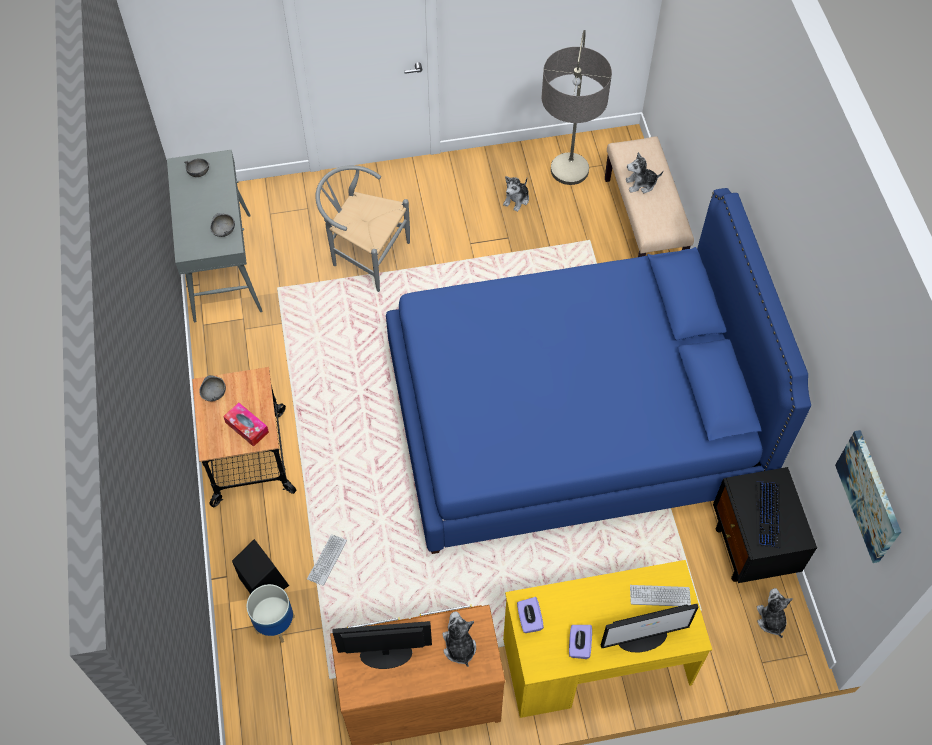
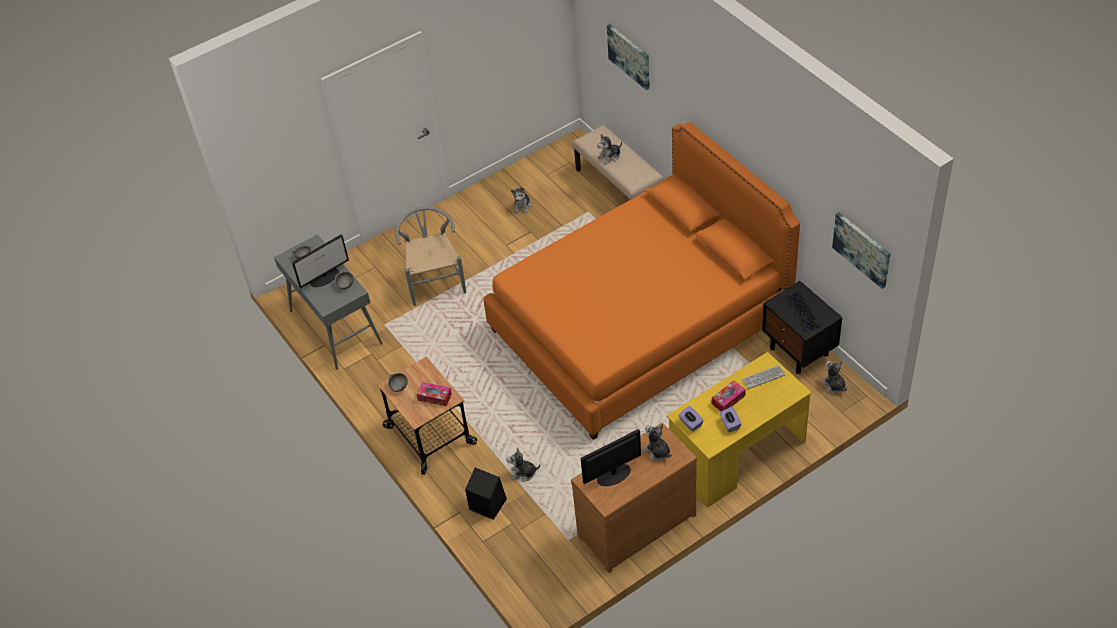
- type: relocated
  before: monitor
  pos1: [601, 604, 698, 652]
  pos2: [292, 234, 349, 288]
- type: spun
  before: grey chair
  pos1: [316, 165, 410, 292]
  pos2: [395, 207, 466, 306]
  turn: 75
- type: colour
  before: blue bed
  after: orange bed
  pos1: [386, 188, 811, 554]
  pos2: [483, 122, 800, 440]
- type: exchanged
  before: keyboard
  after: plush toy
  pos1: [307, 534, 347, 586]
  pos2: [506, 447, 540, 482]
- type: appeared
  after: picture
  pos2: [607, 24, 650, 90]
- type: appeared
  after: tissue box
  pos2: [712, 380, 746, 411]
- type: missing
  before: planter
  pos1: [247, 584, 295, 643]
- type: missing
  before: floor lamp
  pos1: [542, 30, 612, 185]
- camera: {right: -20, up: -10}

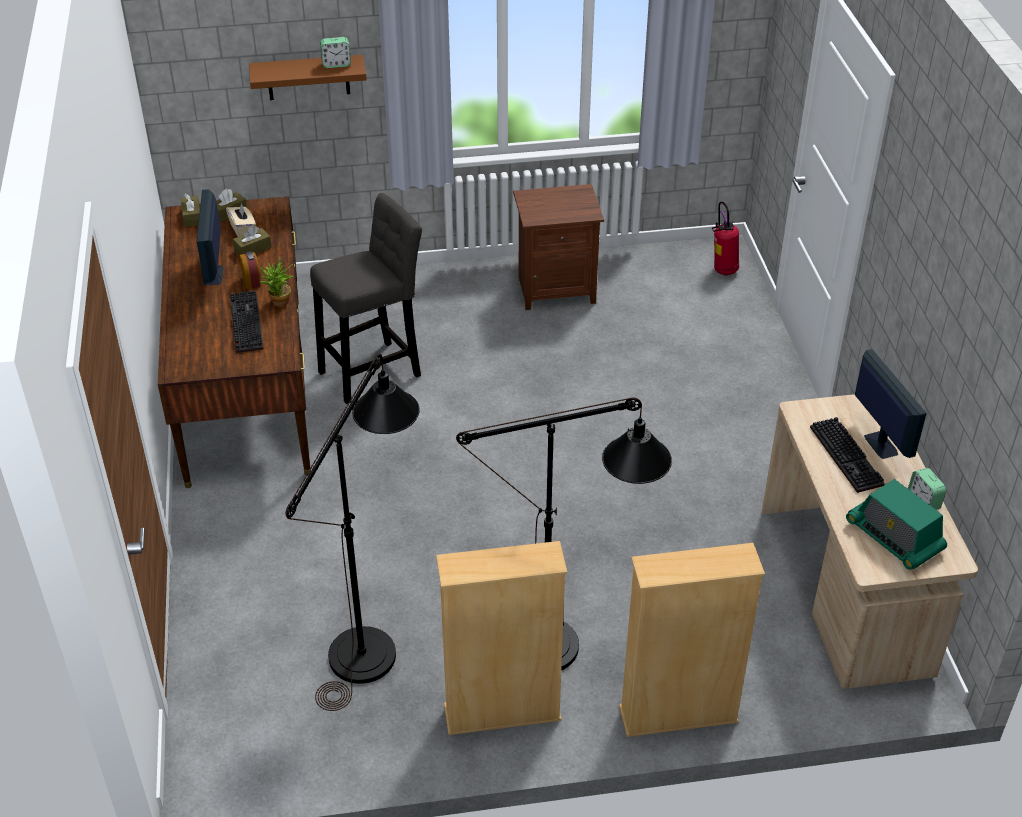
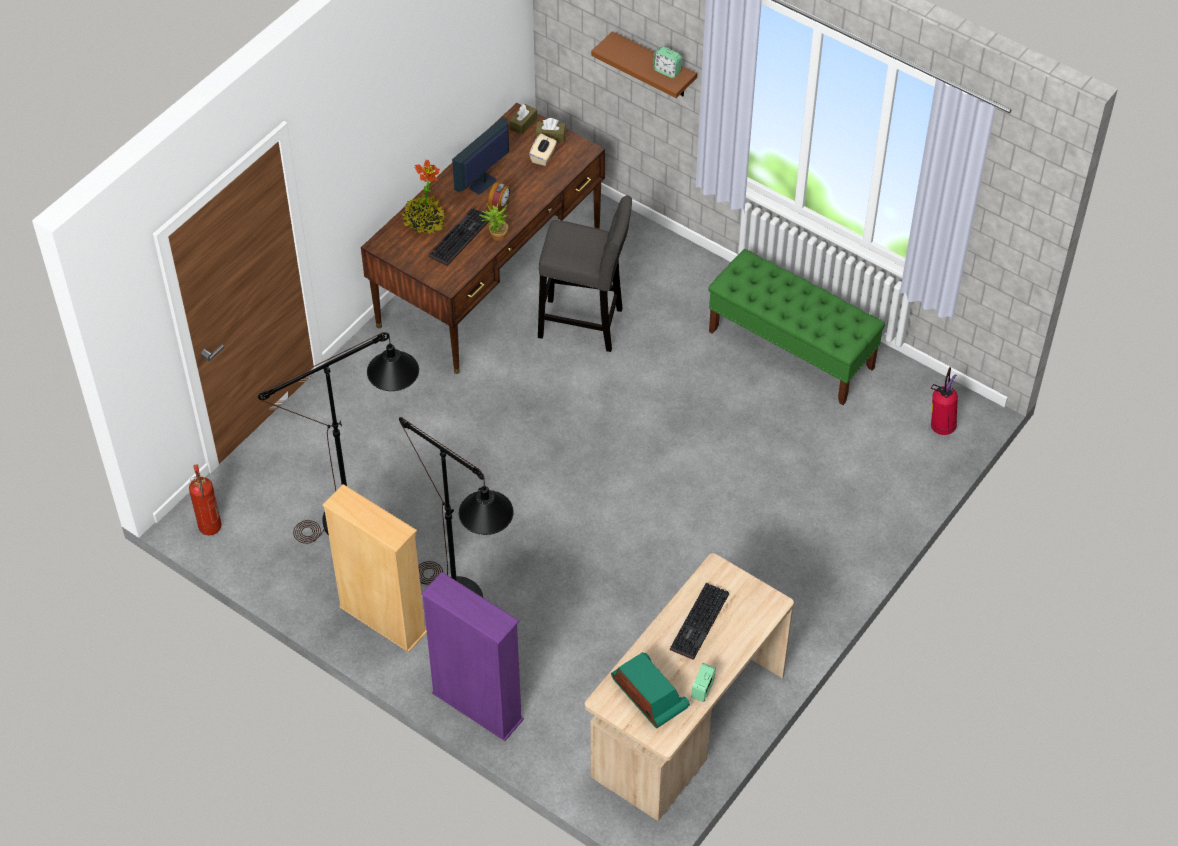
- type: appeared
  after: fire extinguisher
  pos2: [189, 464, 222, 535]
- type: appeared
  after: potted plant
  pos2: [402, 160, 446, 235]
- type: colour
  before: beige bookcase
  after: purple bookcase
  pos1: [619, 543, 765, 737]
  pos2: [421, 572, 524, 741]
- type: spun
  before: radio
  pos1: [846, 479, 947, 570]
  pos2: [611, 652, 690, 728]
  turn: 135
- type: exchanged
  before: brown nightstand
  after: green bench
  pos1: [513, 184, 604, 310]
  pos2: [708, 249, 885, 405]
- type: missing
  before: brown tissue box
  pos1: [233, 226, 272, 255]
- type: missing
  before: monitor
  pos1: [855, 349, 927, 459]
- camera: {right: 45, up: 10}

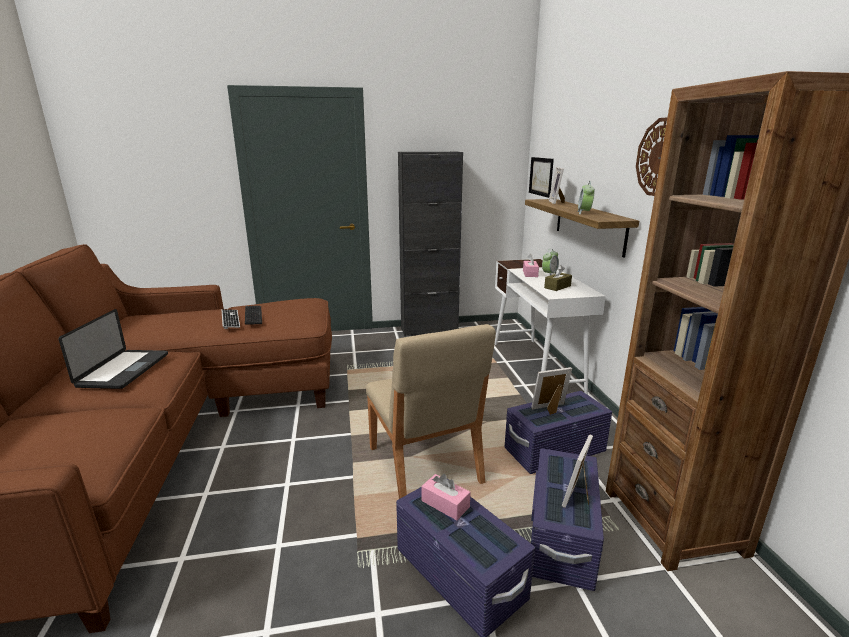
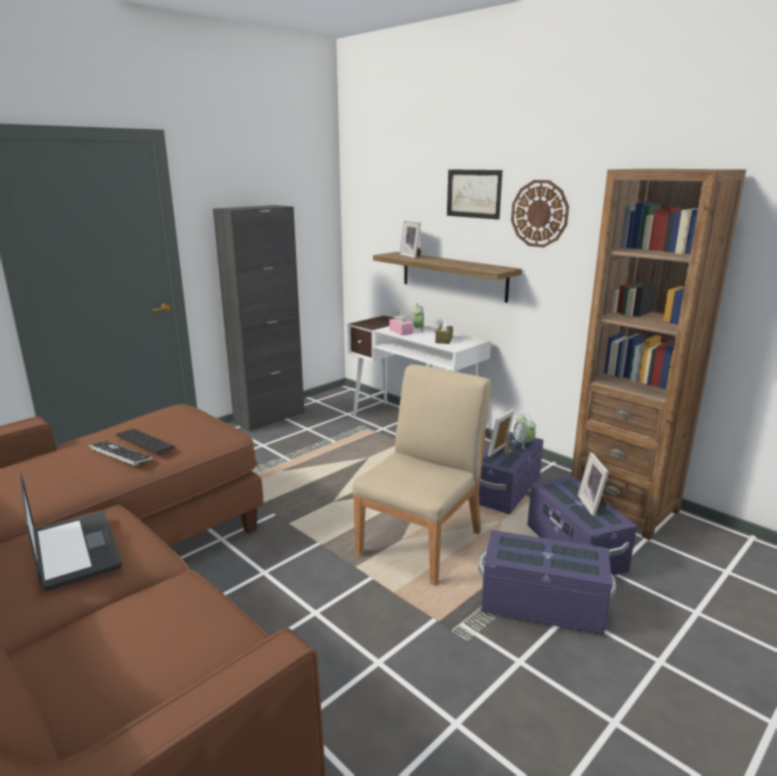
- type: spun
  before: beige chair
  pos1: [366, 324, 496, 499]
  pos2: [352, 364, 492, 586]
  turn: -90
- type: relocated
  before: picture
  pos1: [529, 157, 554, 198]
  pos2: [447, 169, 503, 220]
- type: relocated
  before: alarm clock
  pos1: [577, 181, 595, 214]
  pos2: [513, 413, 536, 449]
- type: missing
  before: pink tissue box
  pos1: [422, 474, 471, 520]
- camera: {right: -35, up: 0}

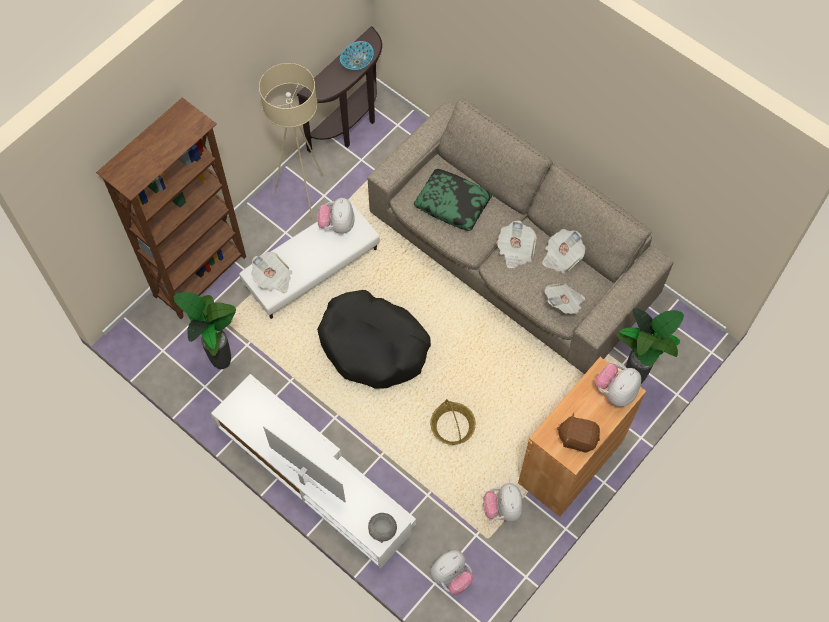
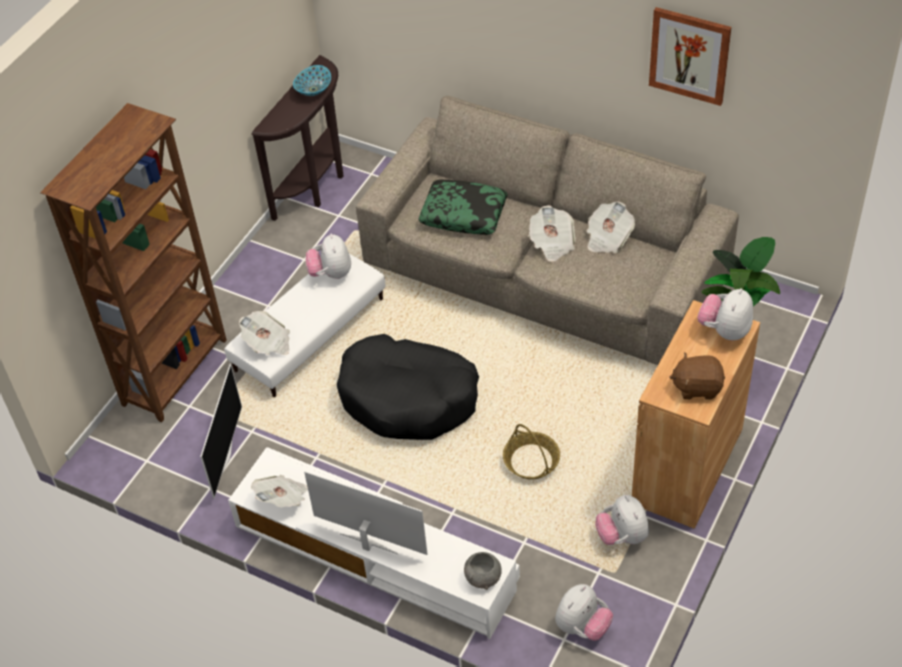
- type: exchanged
  before: potted plant
  after: television
  pos1: [174, 292, 236, 369]
  pos2: [200, 364, 242, 499]
- type: relocated
  before: newspaper
  pos1: [545, 284, 585, 314]
  pos2: [251, 475, 308, 507]
- type: appeared
  after: picture
  pos2: [649, 7, 732, 106]
- type: missing
  before: beige floor lamp
  pos1: [259, 63, 324, 221]
- camera: {right: -10, up: -15}

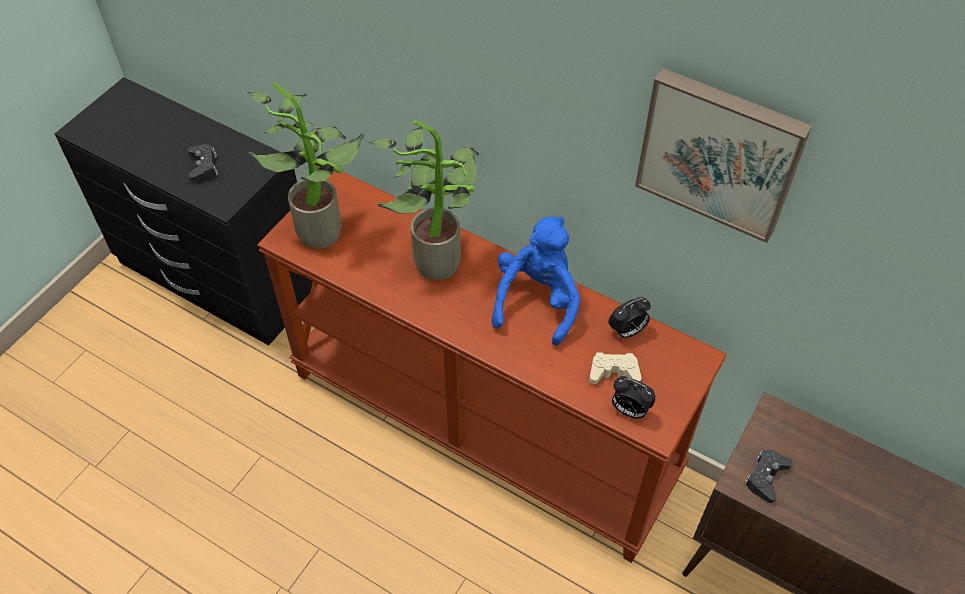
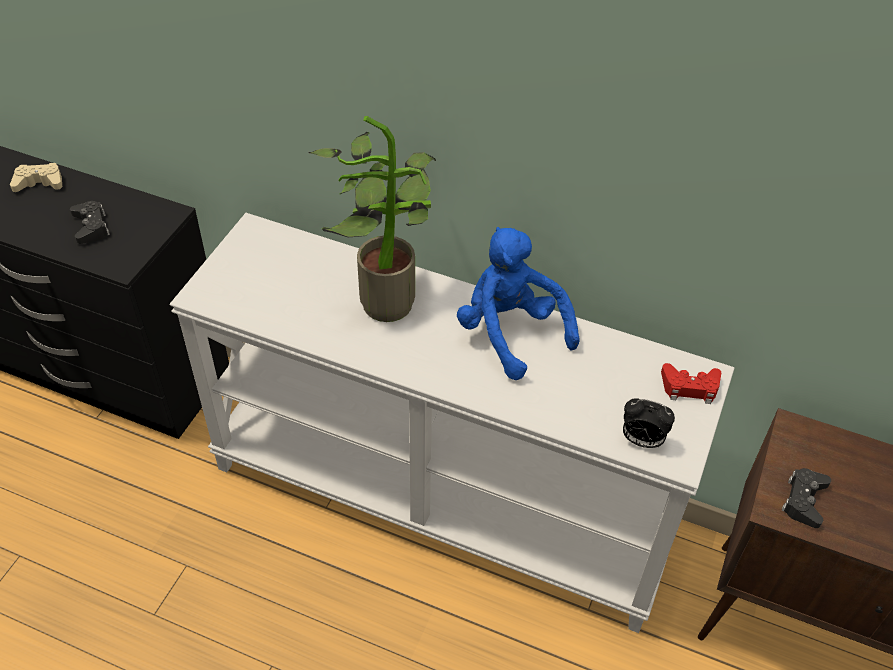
- type: relocated
  before: beige game controller
  pos1: [589, 353, 642, 384]
  pos2: [10, 163, 62, 192]
- type: colour
  before: brown console table
  after: white console table
  pos1: [257, 171, 727, 563]
  pos2: [170, 213, 735, 633]
- type: spun
  before: blue plush toy
  pos1: [492, 216, 580, 346]
  pos2: [457, 227, 580, 380]
  turn: -45
- type: appeared
  after: red game controller
  pos2: [661, 363, 721, 404]
- type: missing
  before: potted plant
  pos1: [247, 83, 365, 249]
- type: missing
  before: alarm clock
  pos1: [608, 297, 651, 338]
- type: missing
  before: picture
  pos1: [635, 68, 812, 243]
- camera: {right: -10, up: -5}

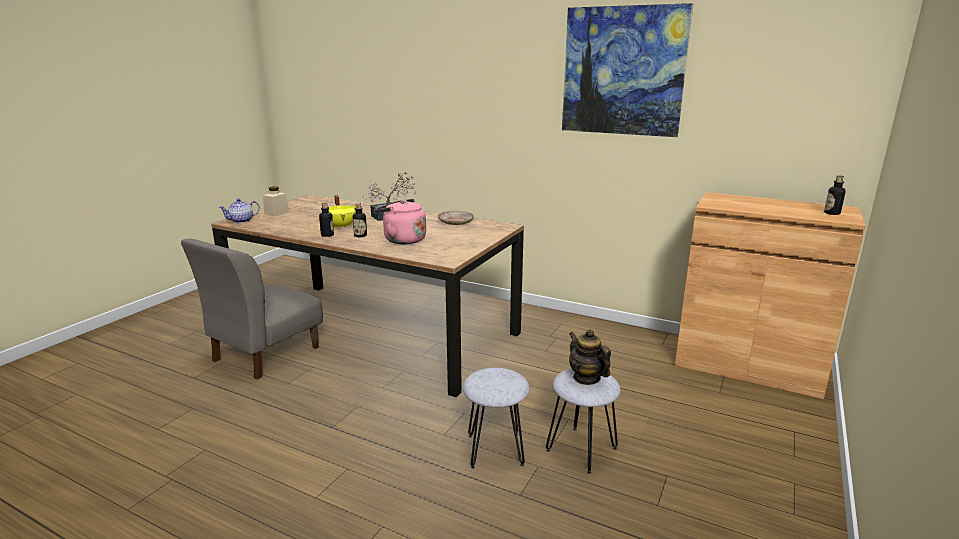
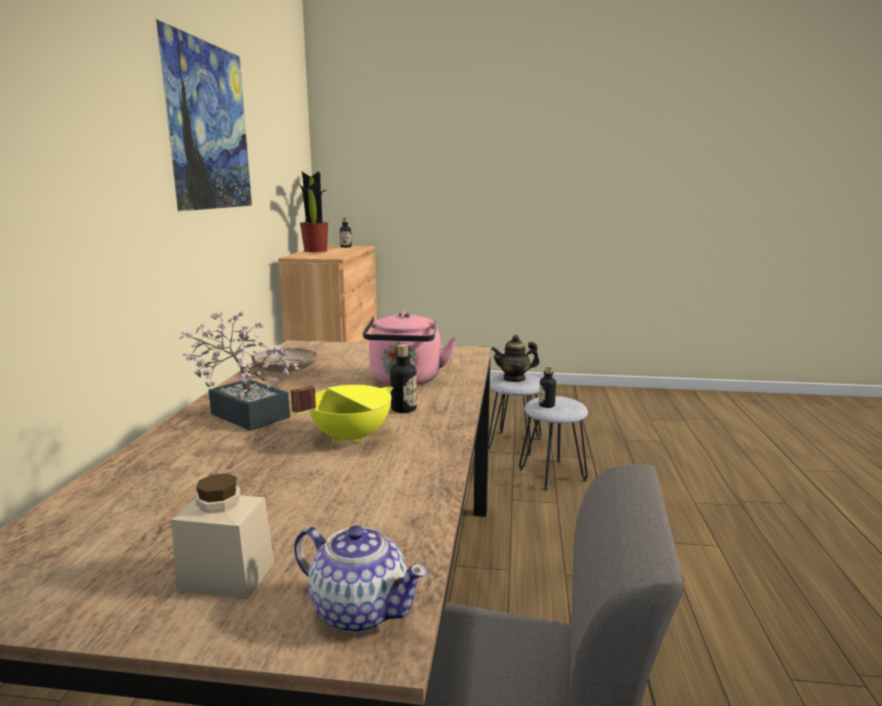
- type: appeared
  after: potted plant
  pos2: [300, 171, 329, 252]
- type: spun
  before: teapot
  pos1: [569, 329, 611, 385]
  pos2: [491, 335, 540, 382]
  turn: 45
- type: relocated
  before: bottle
  pos1: [319, 202, 334, 237]
  pos2: [539, 365, 556, 408]
- camera: {right: -110, up: -5}

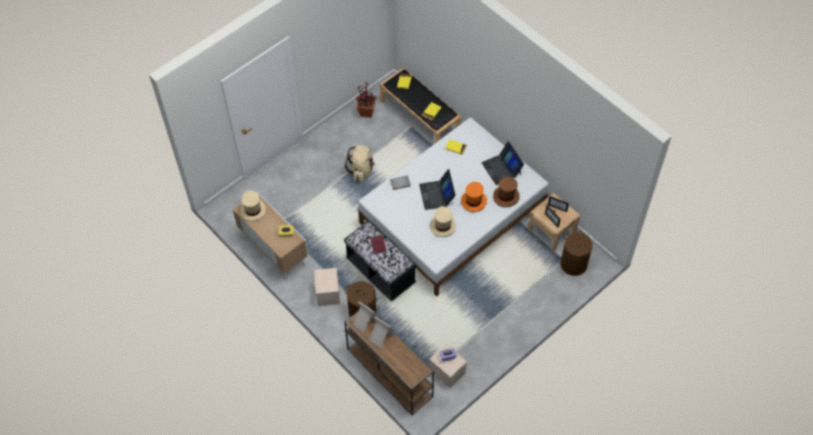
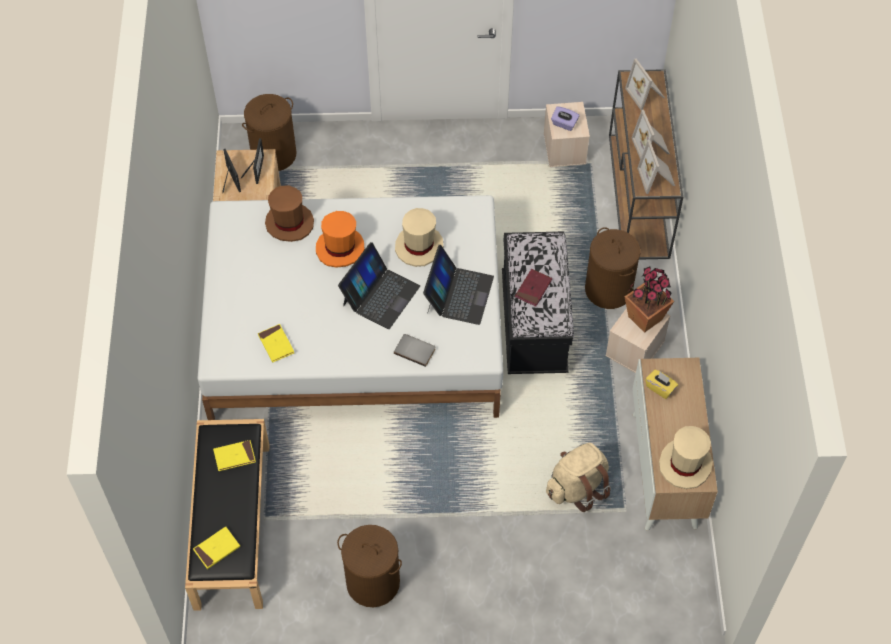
- type: appeared
  after: brown laundry basket
  pos2: [337, 525, 402, 607]
- type: relocated
  before: laptop
  pos1: [481, 141, 524, 186]
  pos2: [423, 245, 494, 325]
- type: relocated
  before: beige backpack
  pos1: [345, 145, 375, 182]
  pos2: [546, 443, 611, 512]
- type: appeared
  after: picture frame
  pos2: [625, 59, 665, 110]
- type: relocated
  before: potted plant
  pos1: [356, 82, 377, 118]
  pos2: [625, 266, 674, 333]
- camera: {right: -140, up: 0}

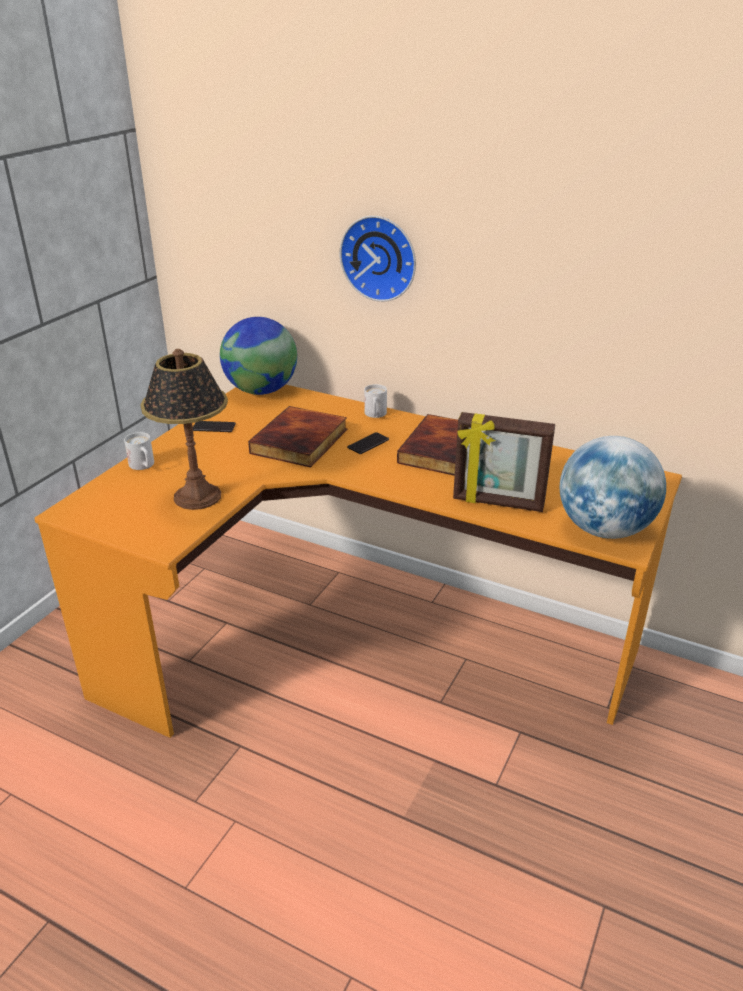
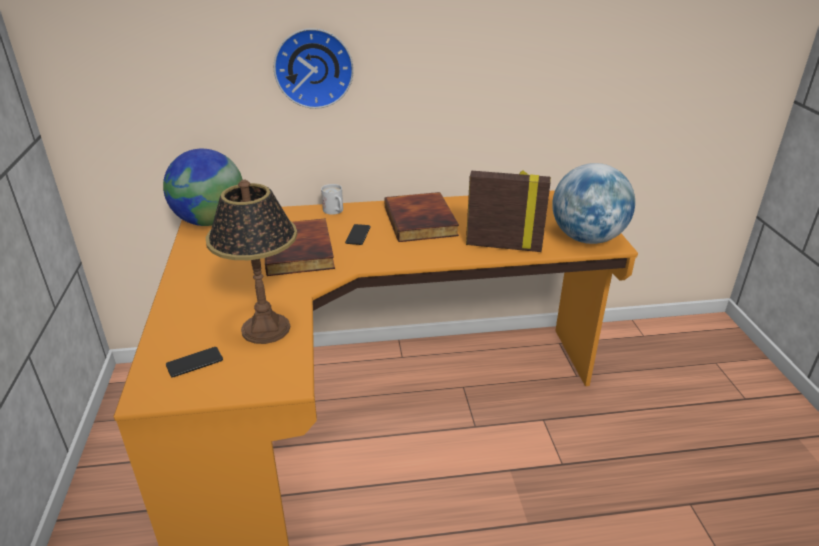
- type: relocated
  before: phone
  pos1: [193, 421, 236, 432]
  pos2: [166, 347, 223, 378]
- type: spun
  before: picture frame
  pos1: [453, 412, 555, 512]
  pos2: [466, 170, 551, 252]
  turn: -150
- type: missing
  before: white mug
  pos1: [124, 432, 154, 470]
- camera: {right: -35, up: 0}

